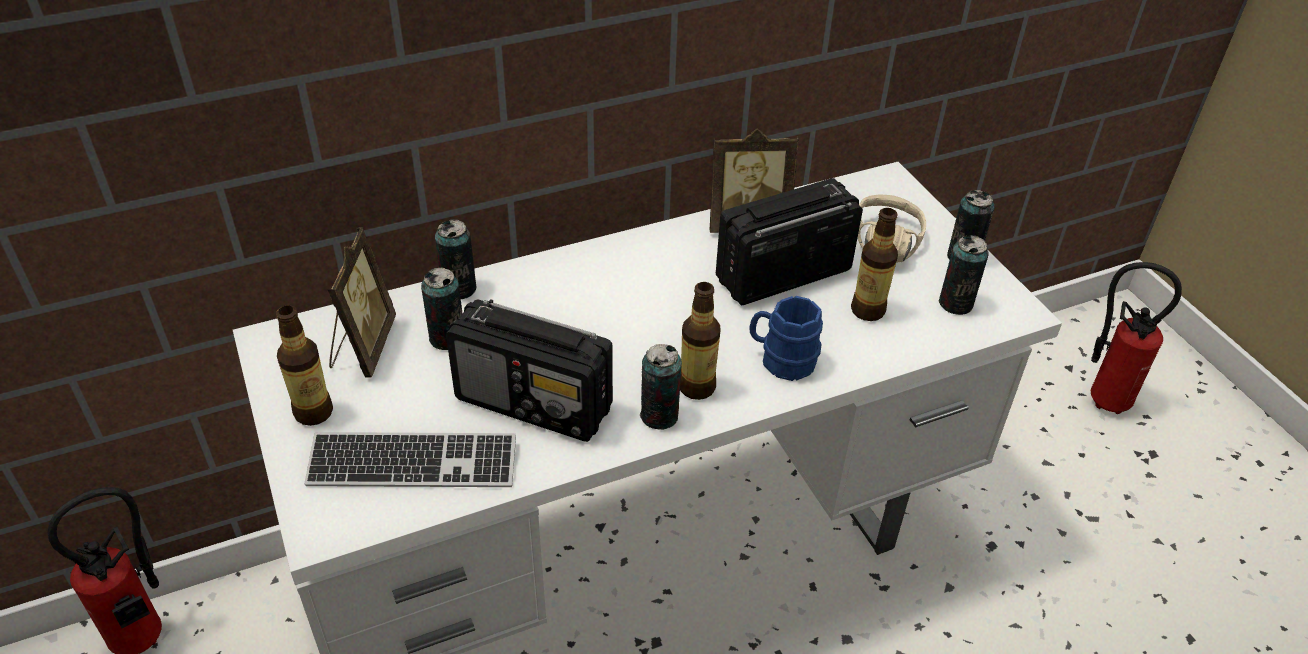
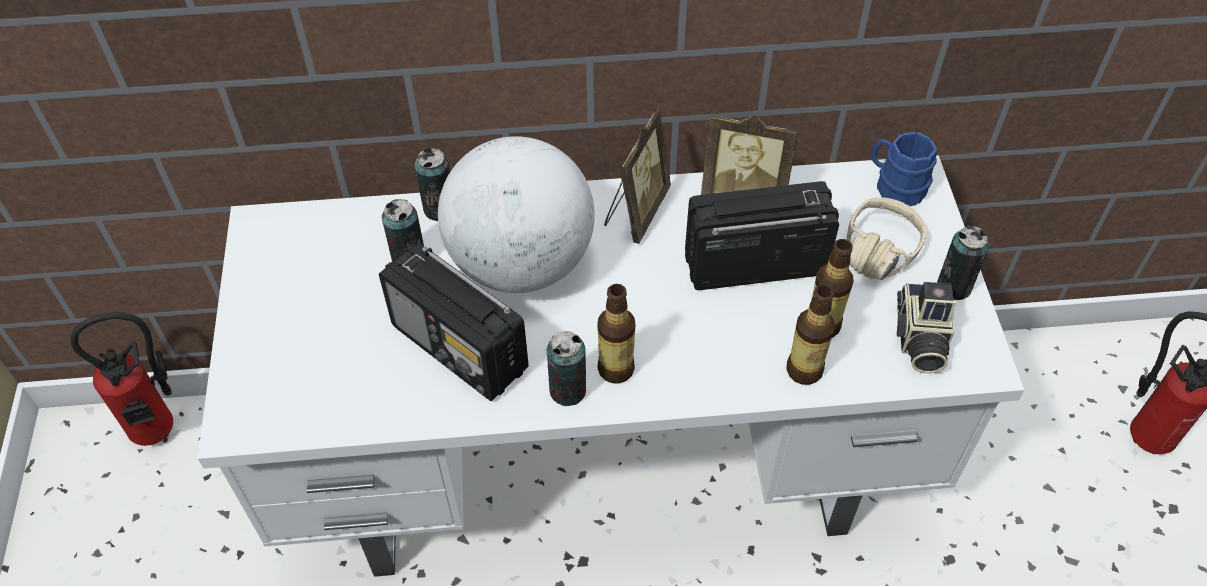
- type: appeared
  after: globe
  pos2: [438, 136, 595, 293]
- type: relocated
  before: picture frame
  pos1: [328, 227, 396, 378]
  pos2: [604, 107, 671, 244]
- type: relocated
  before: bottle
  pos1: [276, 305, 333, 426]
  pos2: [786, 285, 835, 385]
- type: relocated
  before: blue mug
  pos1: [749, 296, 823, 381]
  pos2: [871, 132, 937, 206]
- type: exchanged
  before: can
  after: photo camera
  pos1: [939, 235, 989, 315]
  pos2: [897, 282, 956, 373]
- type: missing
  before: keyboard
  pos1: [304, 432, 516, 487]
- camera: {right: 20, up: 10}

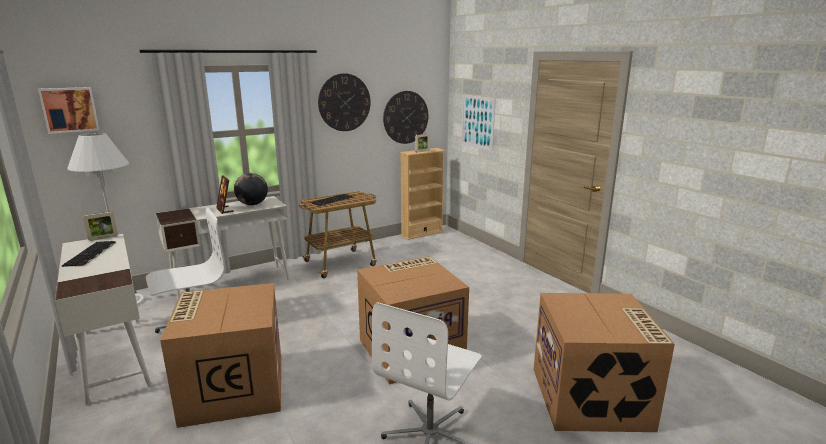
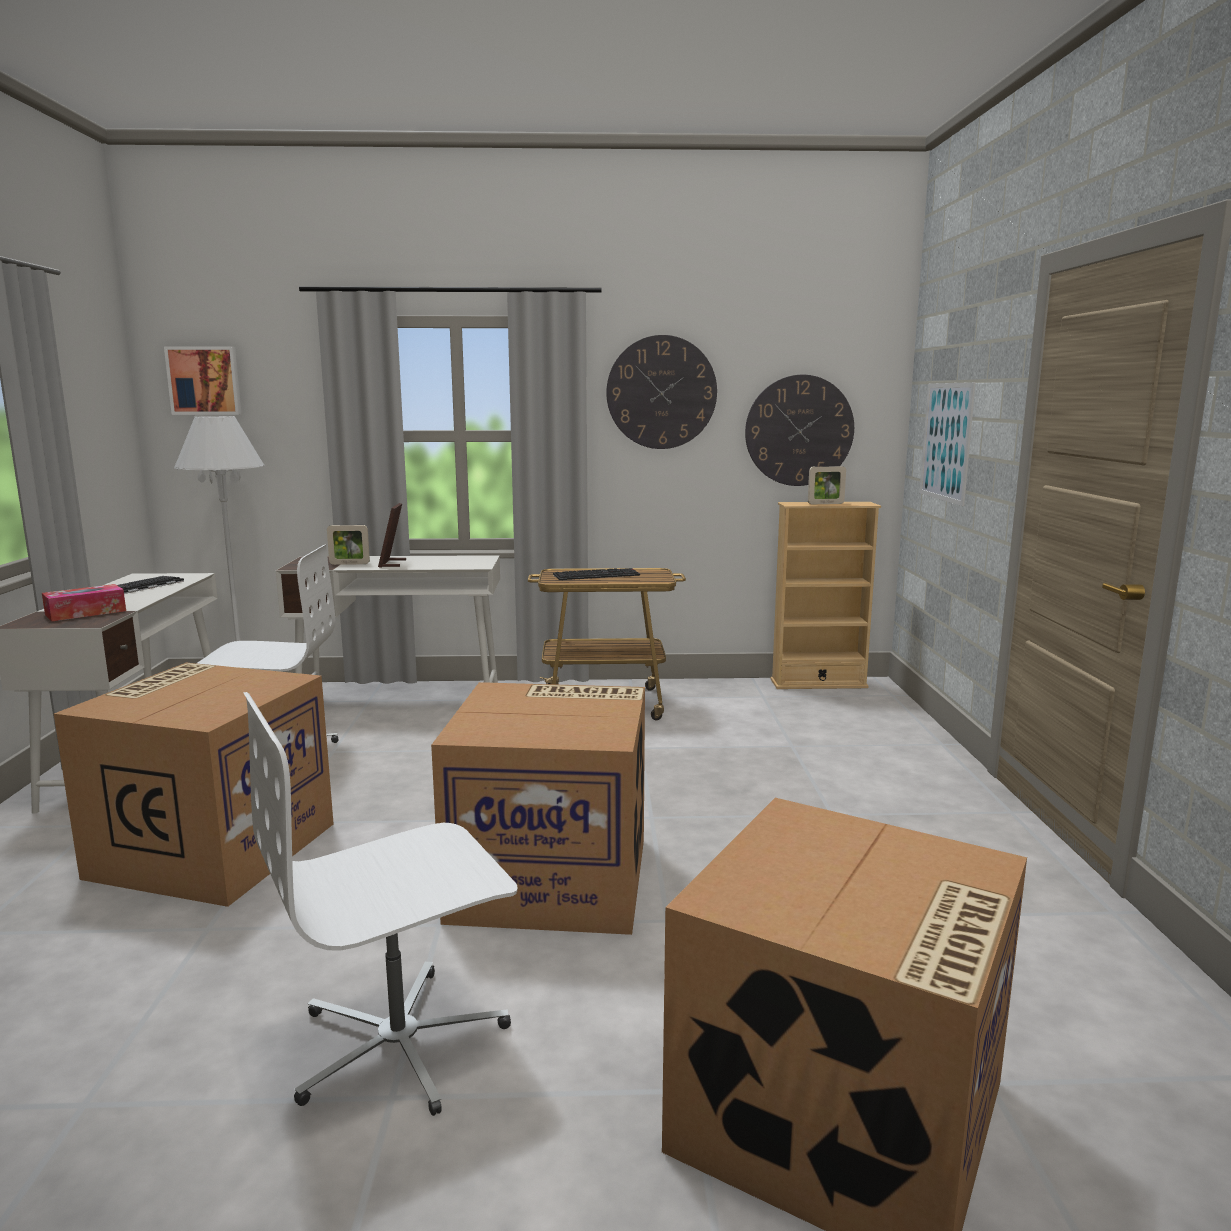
- type: appeared
  after: tissue box
  pos2: [42, 584, 126, 621]
- type: relocated
  before: picture frame
  pos1: [83, 212, 118, 241]
  pos2: [327, 525, 370, 565]
- type: missing
  before: globe
  pos1: [234, 173, 268, 205]
- camera: {right: 30, up: -5}

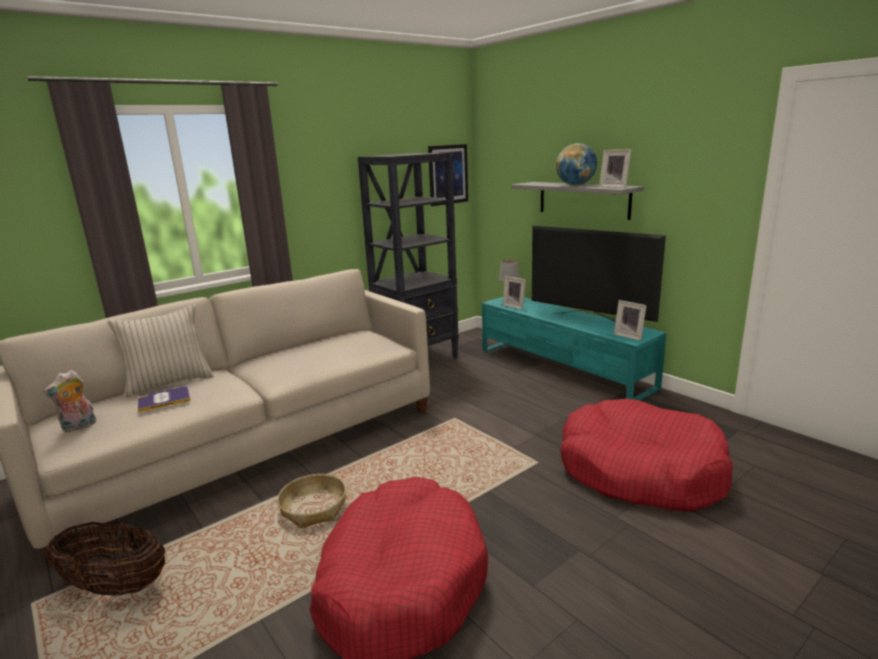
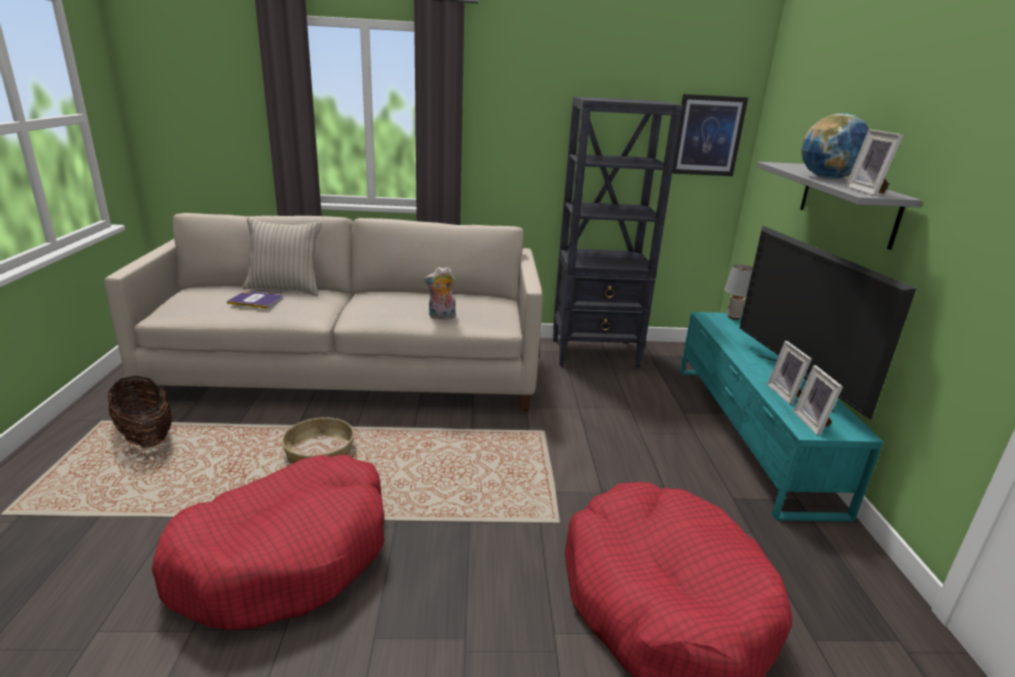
- type: relocated
  before: plush toy
  pos1: [43, 370, 96, 432]
  pos2: [424, 267, 456, 319]
- type: relocated
  before: picture frame
  pos1: [503, 276, 526, 309]
  pos2: [767, 341, 812, 405]
- camera: {right: 35, up: 5}

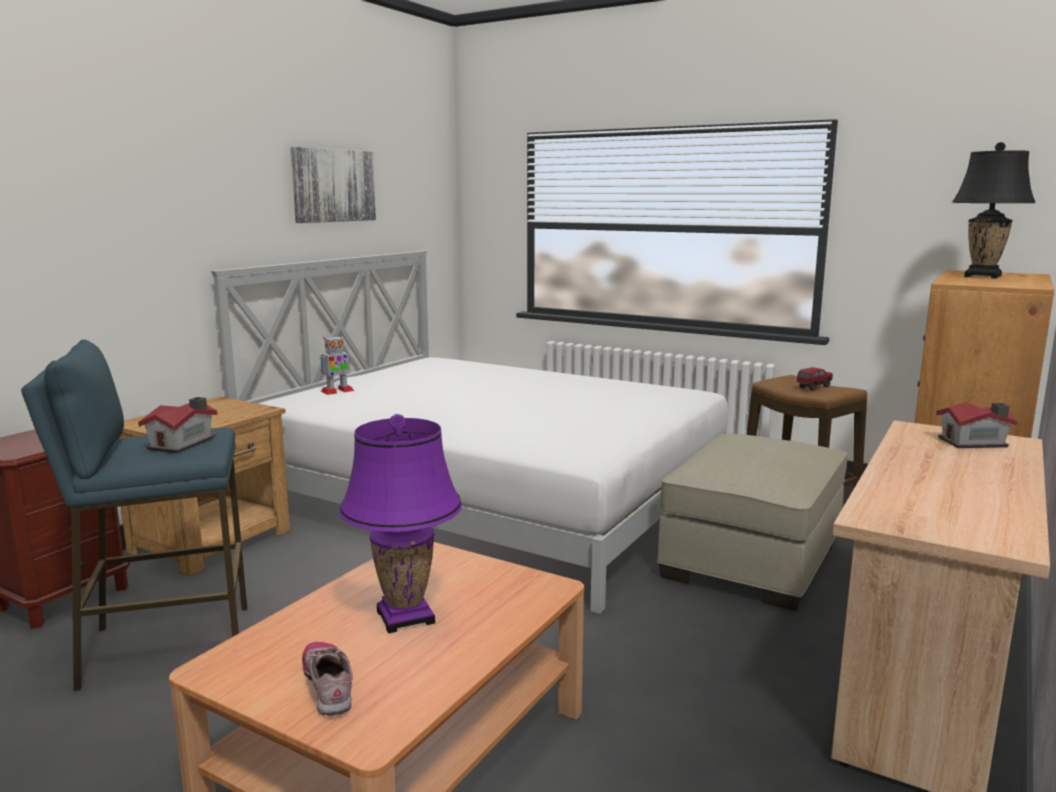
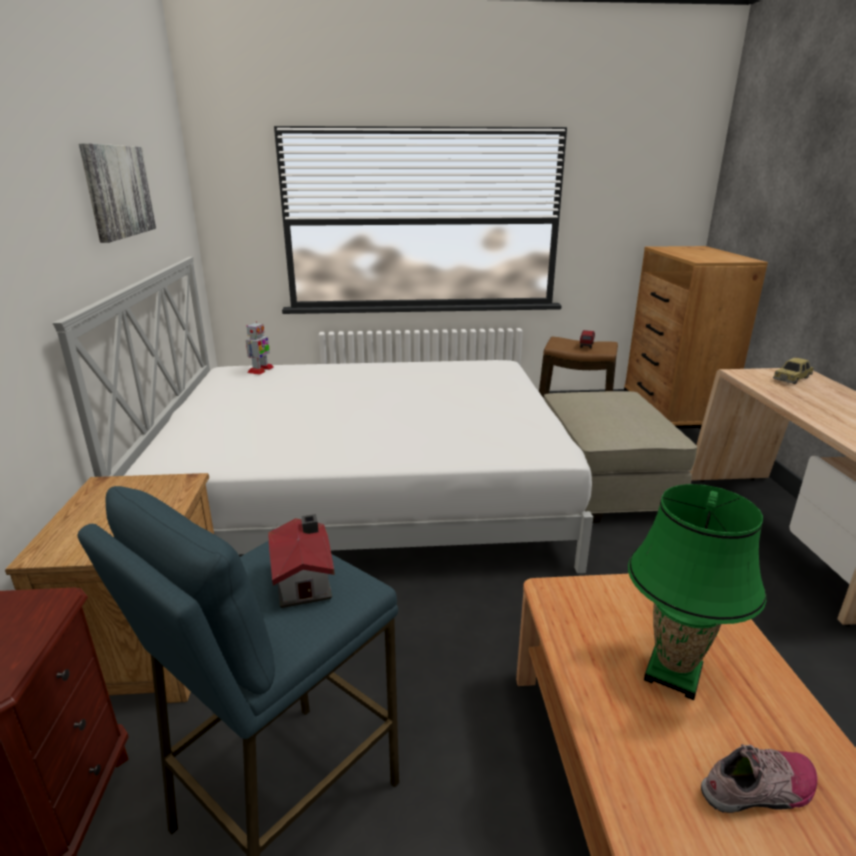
- type: relocated
  before: toy robot
  pos1: [320, 335, 354, 395]
  pos2: [246, 321, 274, 375]
- type: colour
  before: purple table lamp
  after: green table lamp
  pos1: [339, 414, 462, 633]
  pos2: [628, 484, 766, 700]
- type: spun
  before: shoe
  pos1: [302, 642, 353, 716]
  pos2: [701, 744, 817, 813]
  turn: 135
- type: exchanged
  before: toy house
  after: toy car
  pos1: [936, 402, 1018, 448]
  pos2: [773, 357, 814, 384]
- type: missing
  before: black table lamp
  pos1: [952, 142, 1036, 279]
- camera: {right: -35, up: 10}

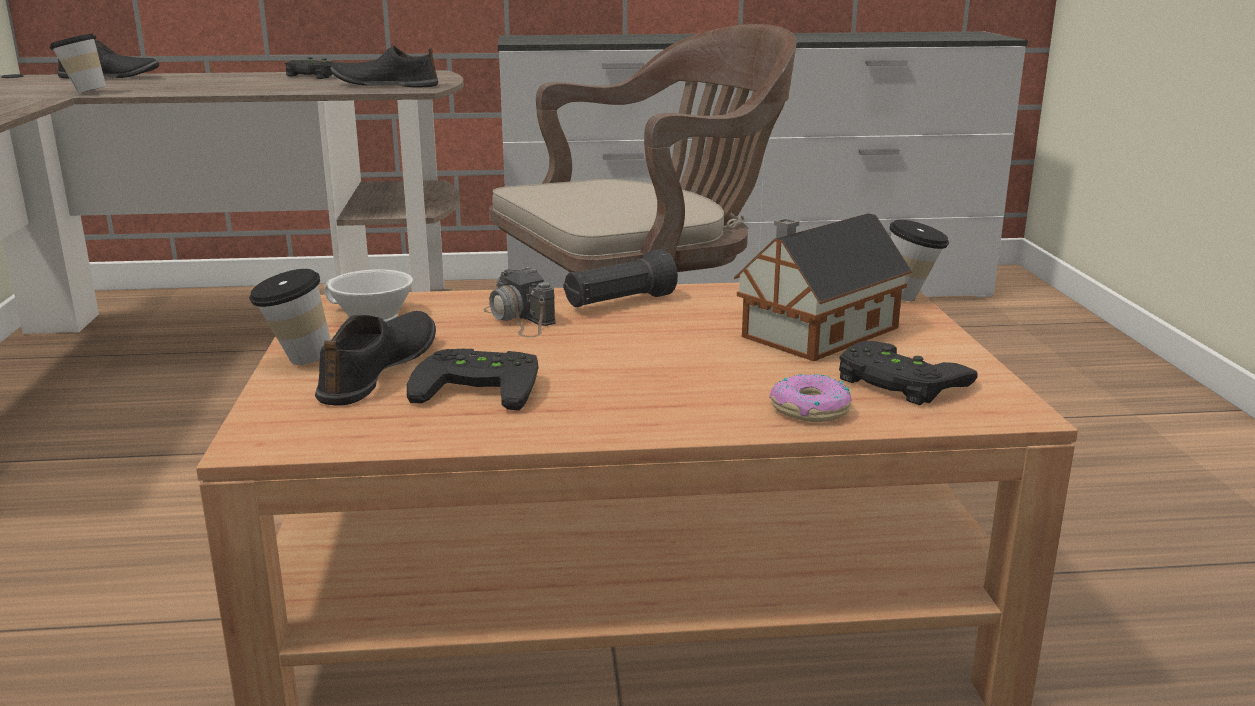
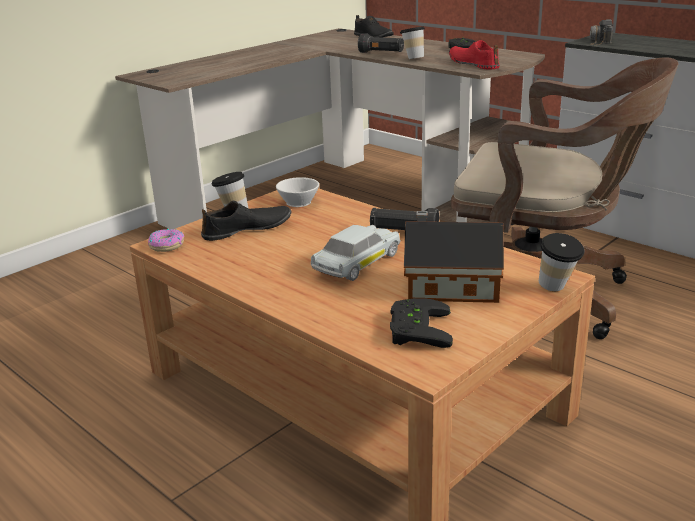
- type: relocated
  before: donut
  pos1: [769, 374, 852, 422]
  pos2: [148, 229, 184, 252]
- type: appeared
  after: white toy car
  pos2: [311, 225, 401, 281]
- type: appeared
  after: black flashlight
  pos2: [358, 33, 404, 53]
- type: relocated
  before: cup
  pos1: [50, 34, 106, 93]
  pos2: [400, 26, 425, 59]
- type: colour
  before: black shoe
  after: red shoe
  pos1: [330, 45, 438, 88]
  pos2: [449, 40, 499, 69]
- type: relocated
  before: photo camera
  pos1: [483, 267, 556, 337]
  pos2: [590, 19, 613, 45]
- type: missing
  before: black game controller
  pos1: [407, 349, 539, 411]
- camera: {right: 50, up: 5}

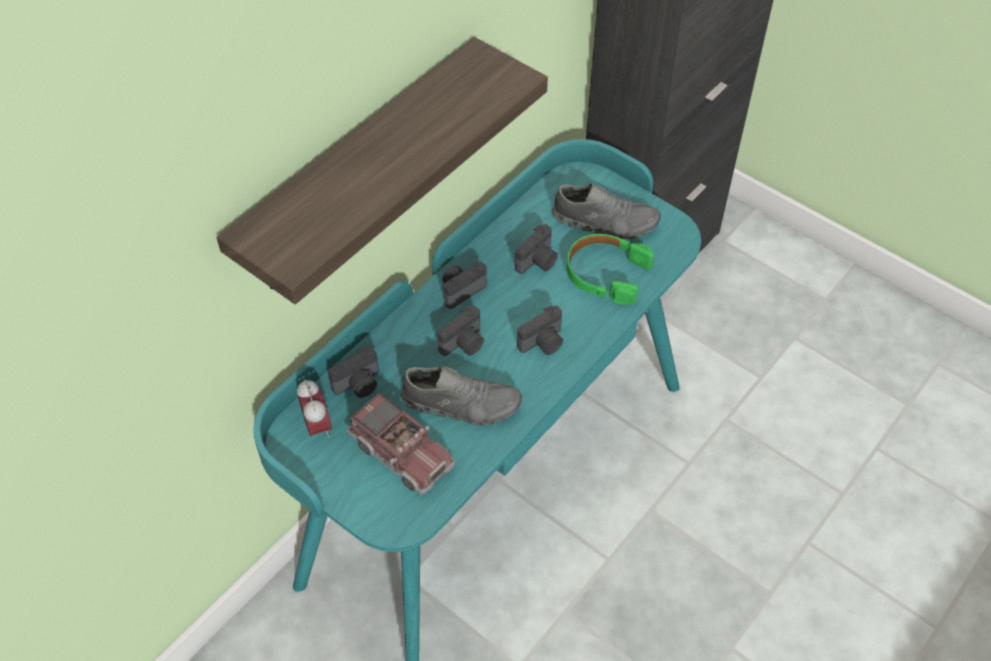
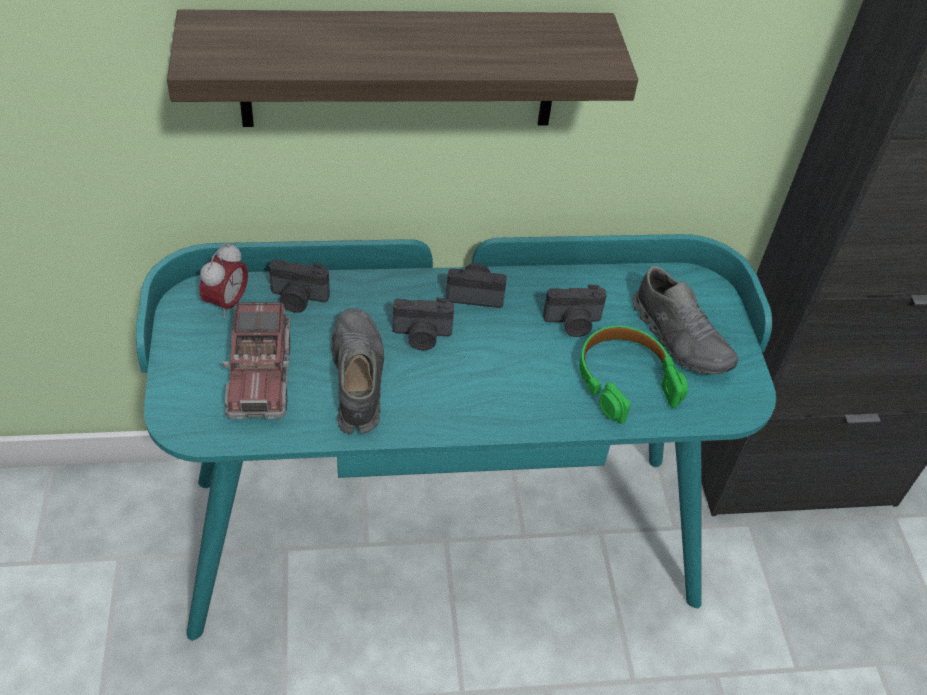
- type: spun
  before: grey shoe
  pos1: [401, 366, 522, 426]
  pos2: [331, 308, 384, 434]
  turn: -150
- type: missing
  before: photo camera
  pos1: [517, 305, 563, 355]
- camera: {right: 40, up: -5}

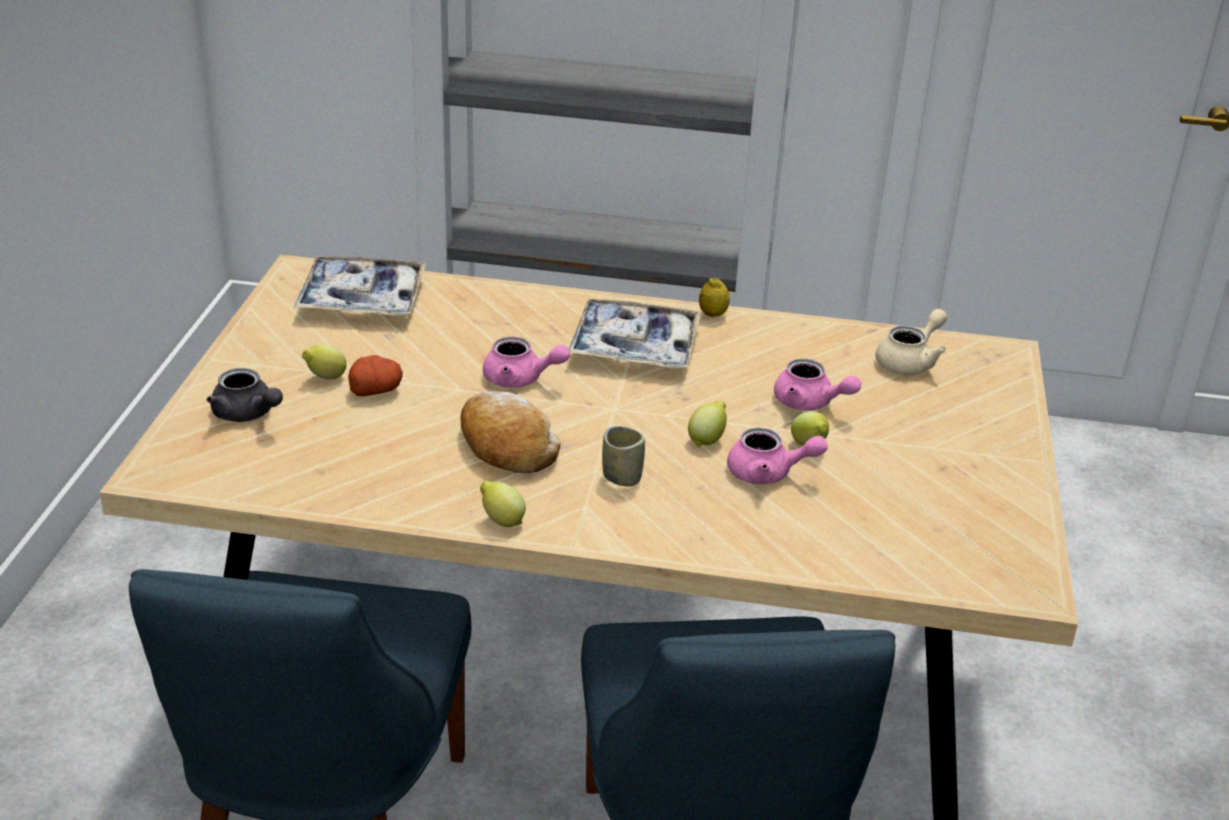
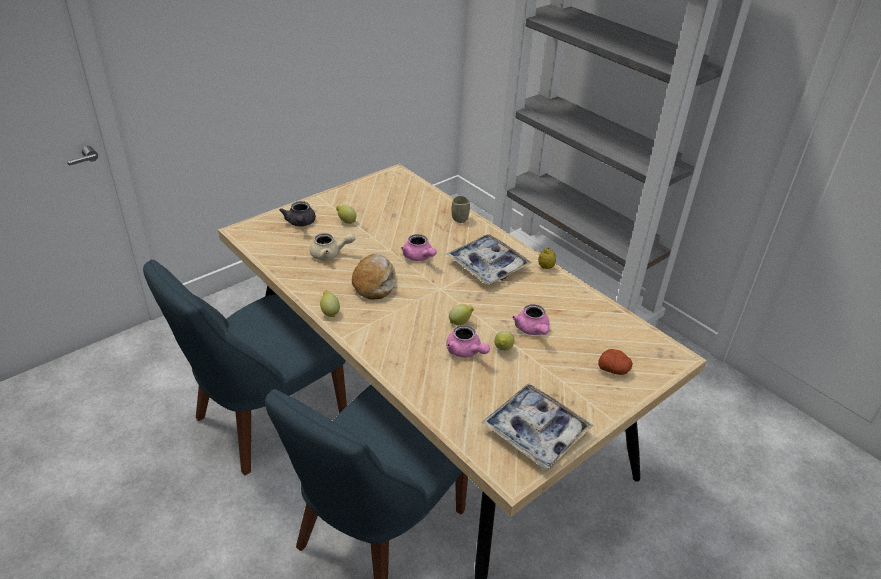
- type: relocated
  before: beige teapot
  pos1: [876, 309, 947, 375]
  pos2: [310, 233, 356, 260]
- type: relocated
  before: cup
  pos1: [602, 426, 645, 486]
  pos2: [451, 195, 470, 223]
- type: relocated
  before: tray
  pos1: [293, 256, 427, 316]
  pos2: [481, 384, 594, 469]
- type: relocated
  before: potato
  pos1: [348, 355, 403, 396]
  pos2: [598, 349, 633, 375]
- camera: {right: 40, up: 5}

